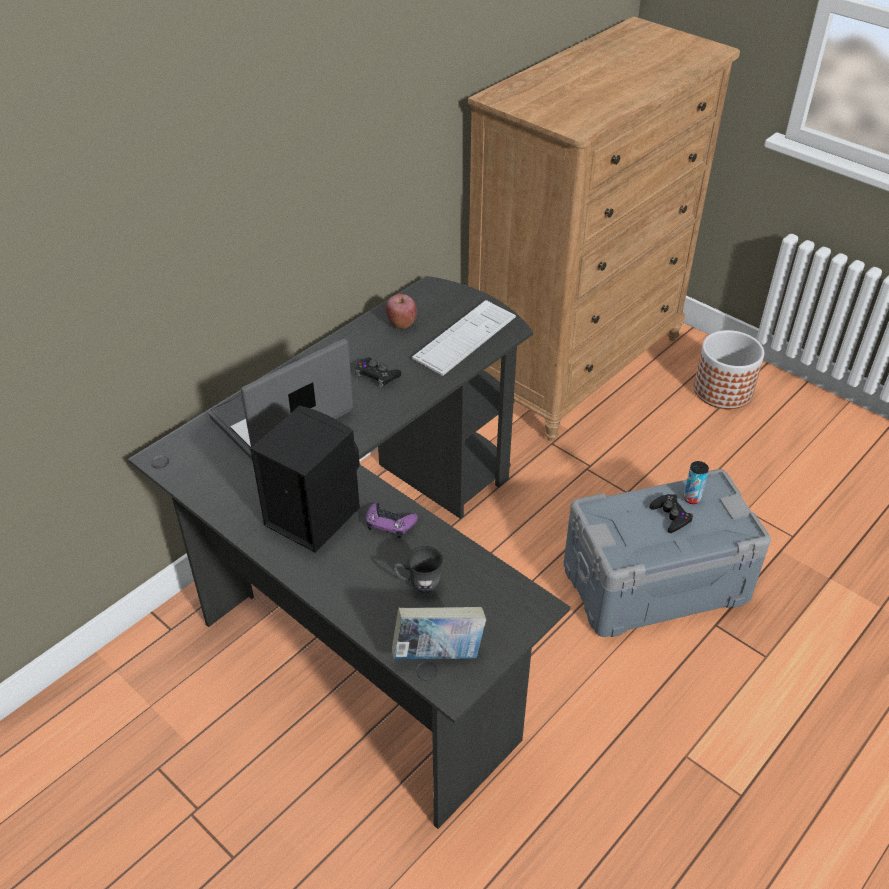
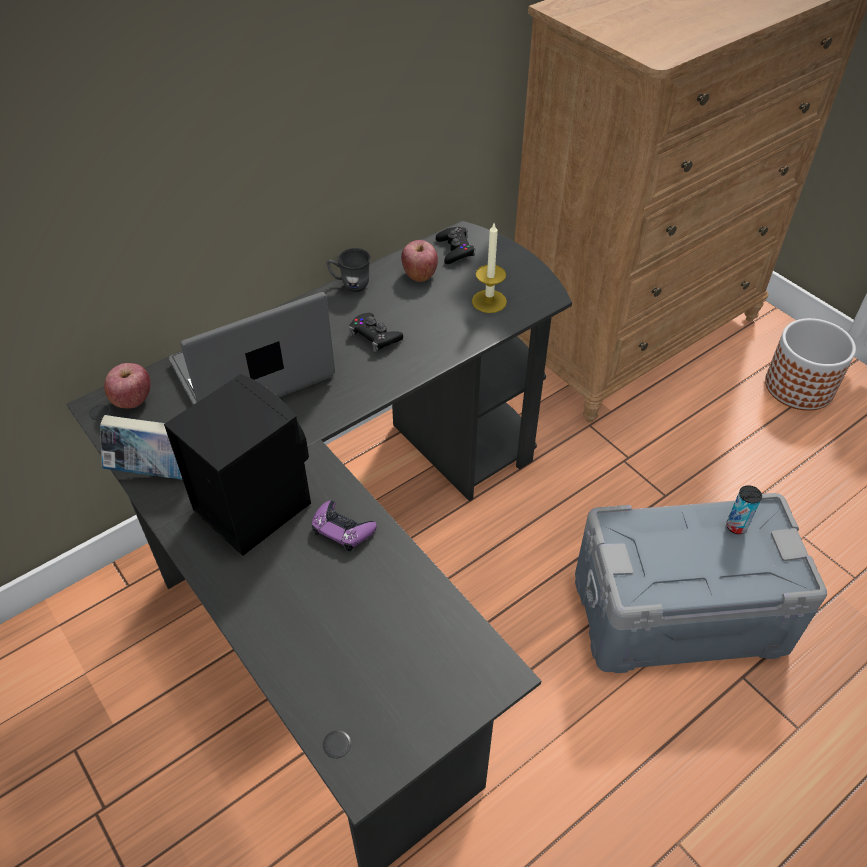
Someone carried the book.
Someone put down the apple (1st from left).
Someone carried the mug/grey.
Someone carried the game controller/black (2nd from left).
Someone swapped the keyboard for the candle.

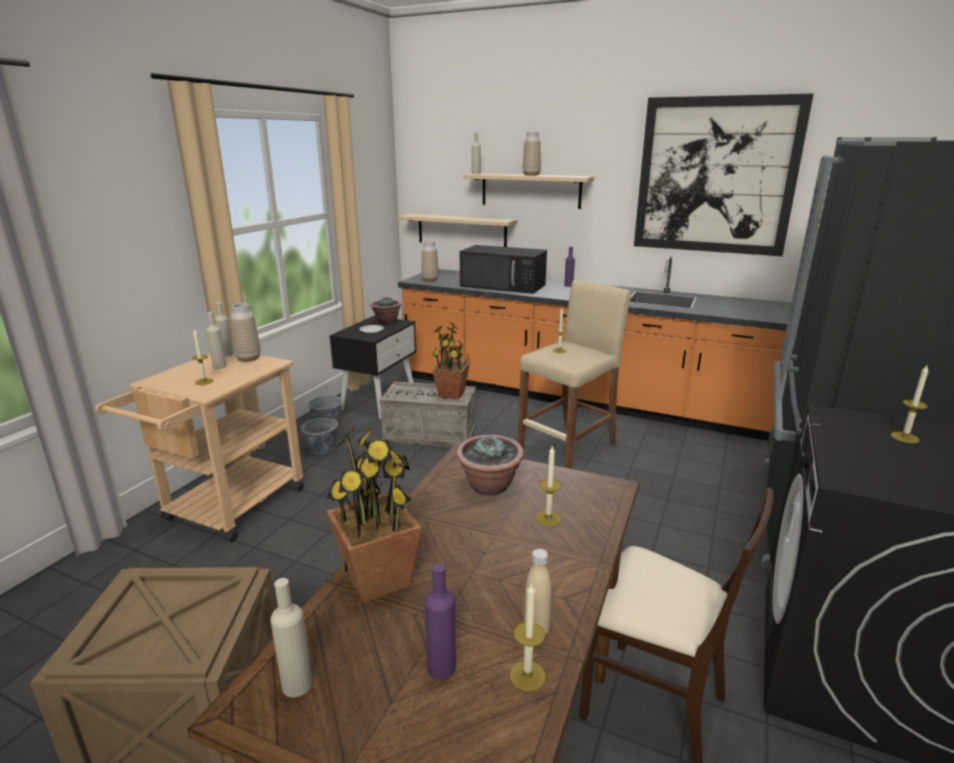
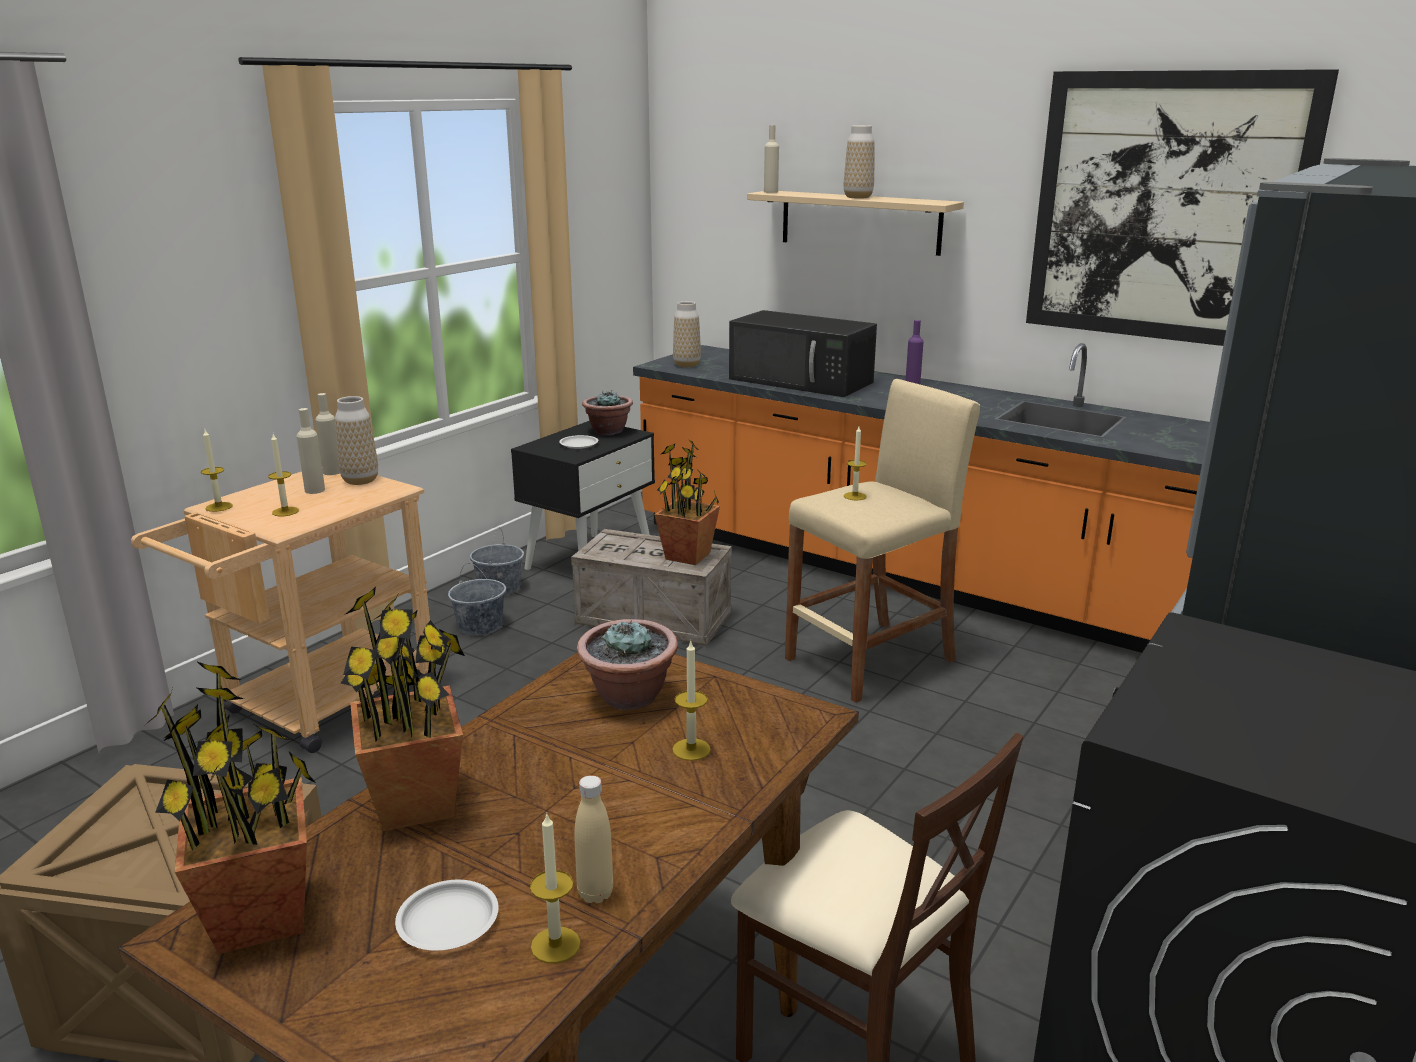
Someone swapped the bottle/beige (3rd from left) for the potted plant (1st from left).
Someone carried the candle (5th from left in the first image).
Someone swapped the bottle/purple (1st from left) for the plate/white (1st from left).
Someone took away the shelf/beige (1st from left).

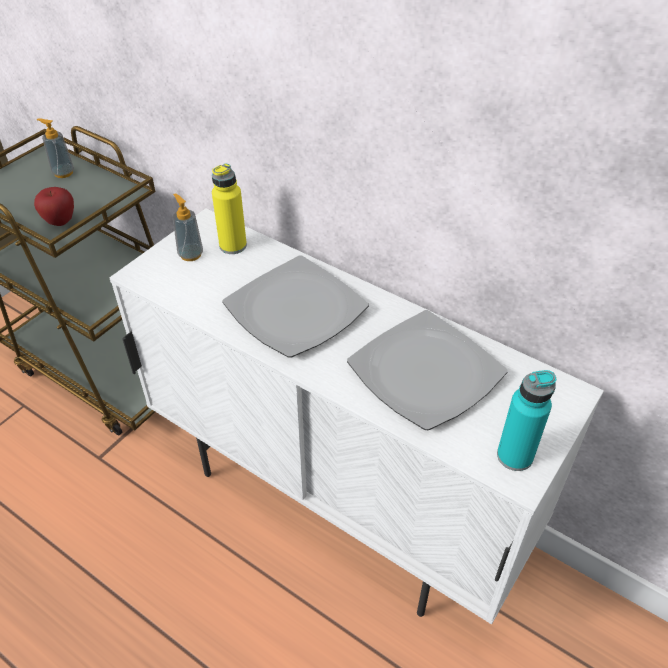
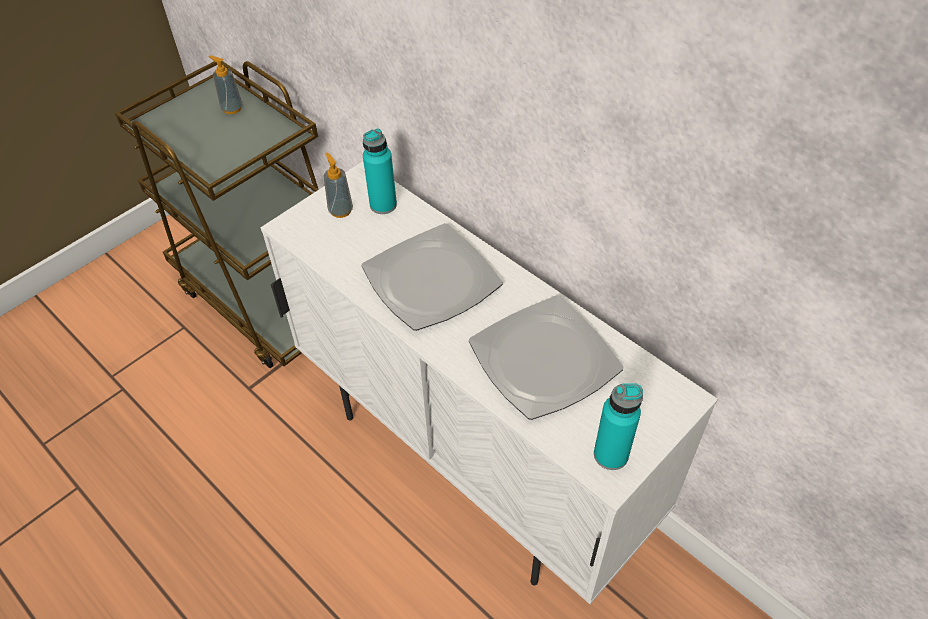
Someone repainted the bottle/yellow, which became the bottle/turquoise (1st from left).
Someone took away the apple.

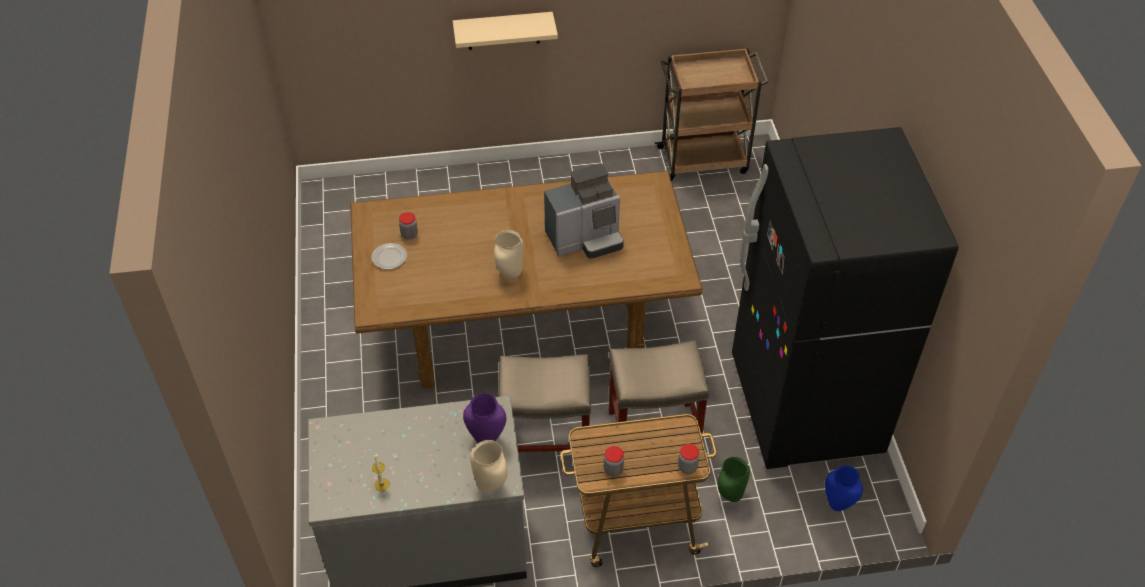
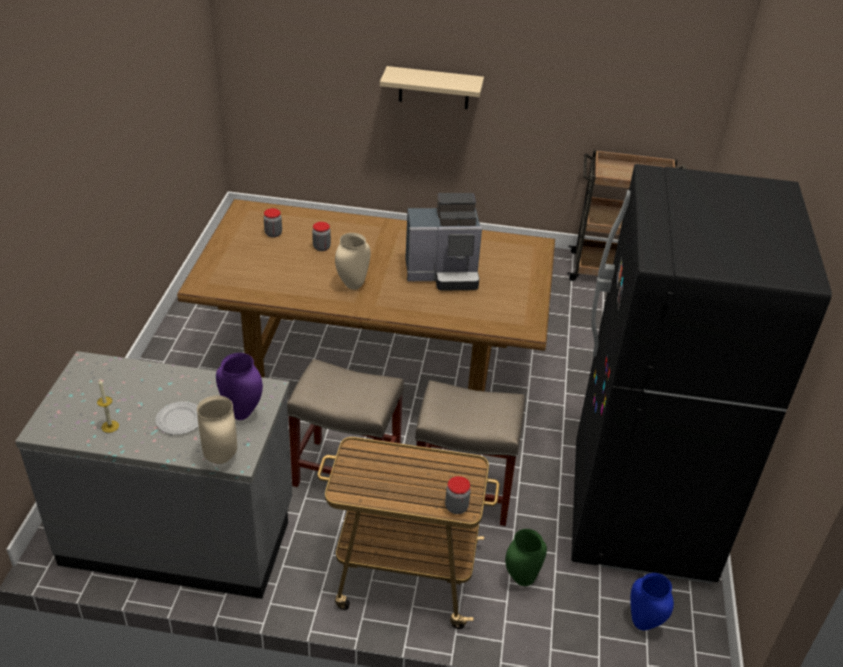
Someone carried the plate.
Someone carried the jar (2nd from left).

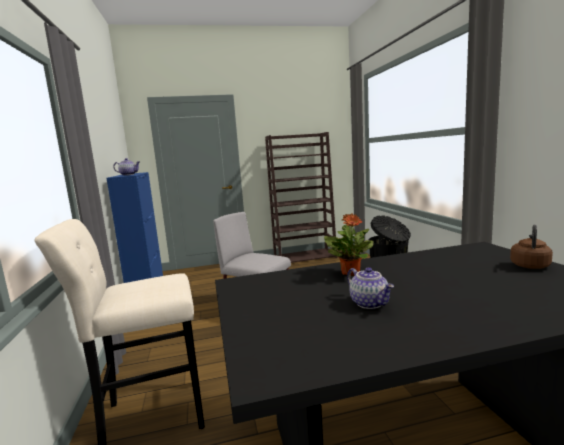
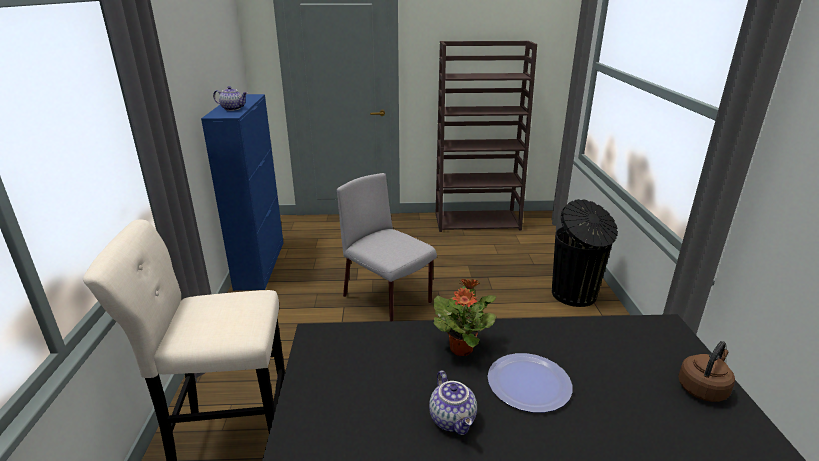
Someone put down the plate.

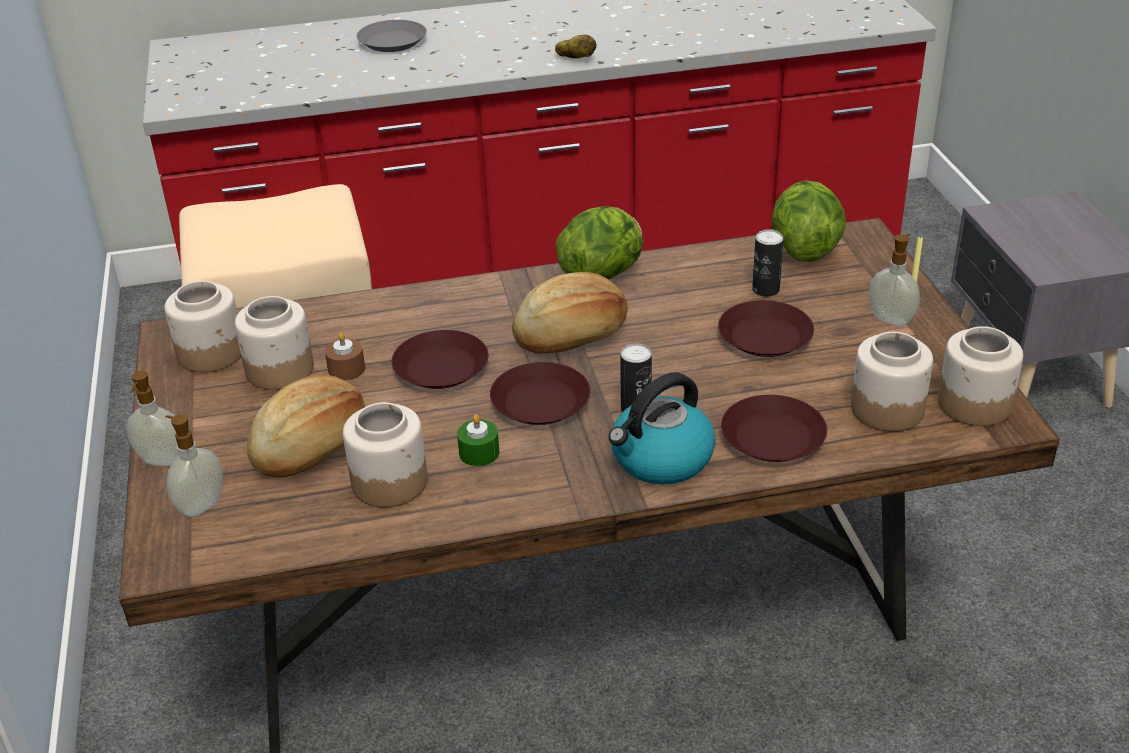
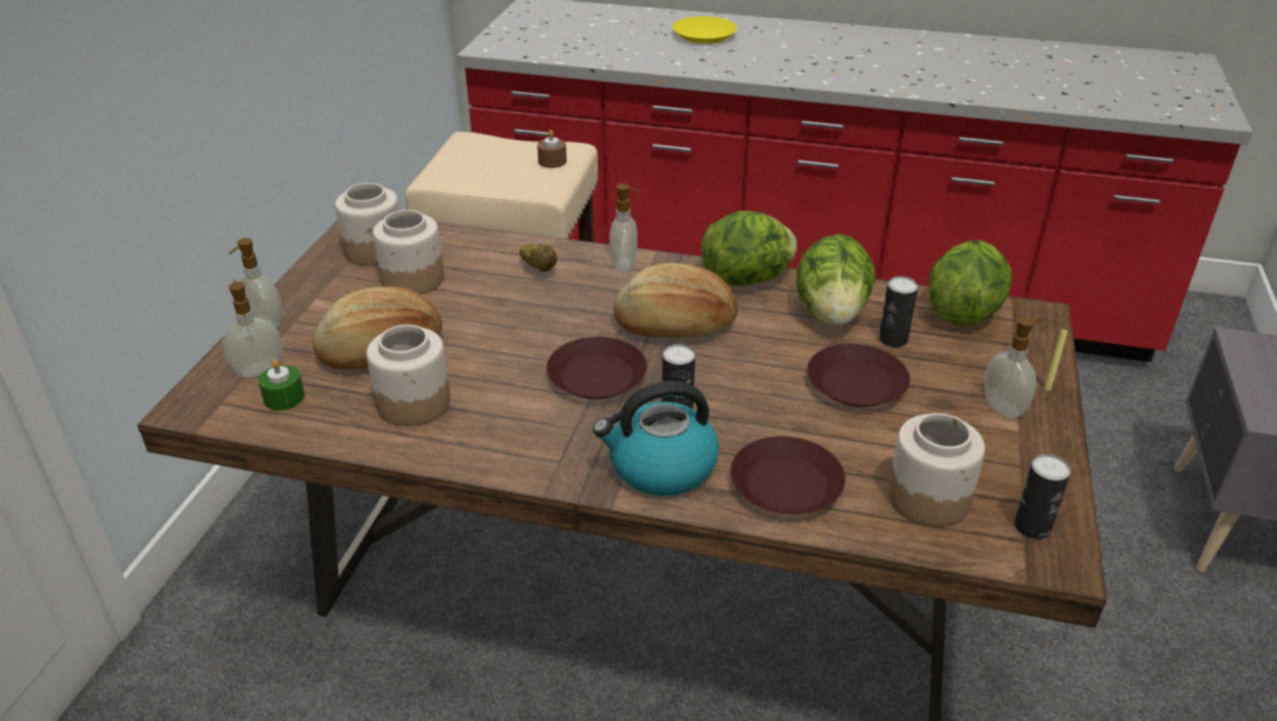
Someone carried the candle/green.
Someone carried the potato.
Someone carried the candle/brown.
Someone put down the soap dispenser (3rd from left).
Someone repainted the plate/grey, which became the plate/yellow.
Someone put down the lettuce (2nd from left).
Someone swapped the jar (5th from left) for the can (3rd from left).
Someone took away the plate/brown (1st from left).

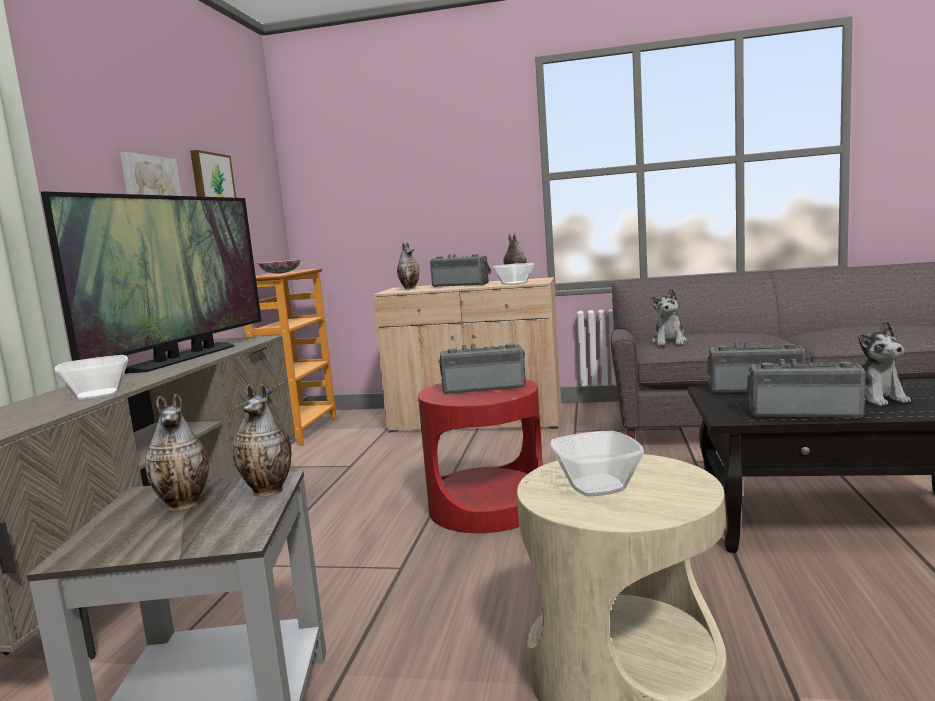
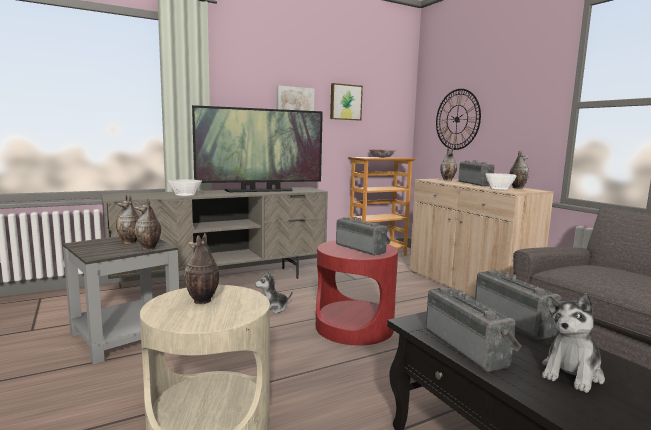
Someone swapped the bowl (4th from left) for the vase (3rd from left).
Someone carried the plush toy (1st from left).
Someone put up the wall clock.

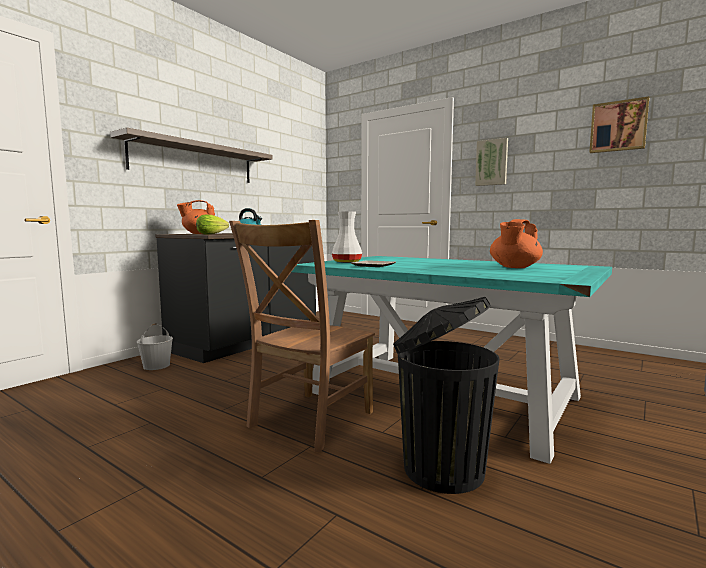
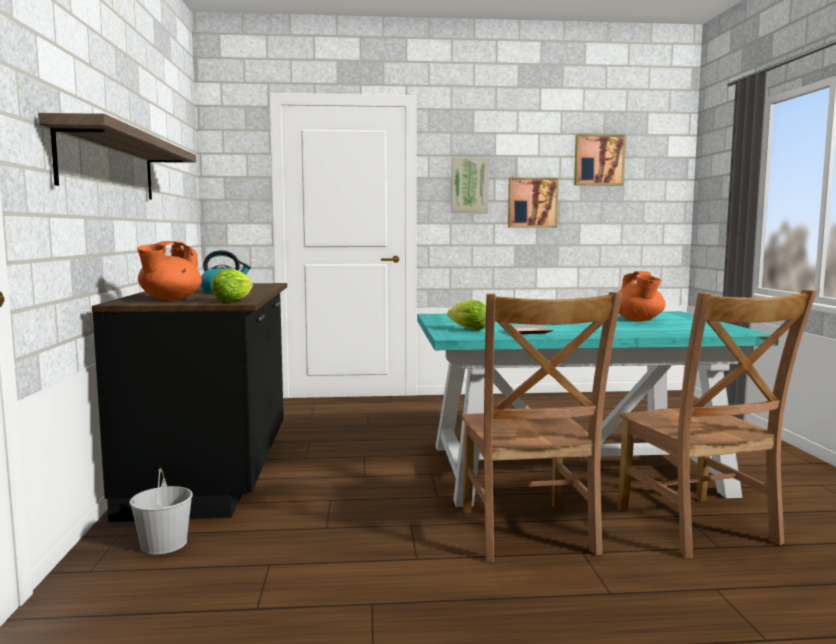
Someone swapped the vase/white for the lettuce (2nd from left).
Someone put up the picture (2nd from left).
Someone swapped the trash can/black for the chair/brown (2nd from left).

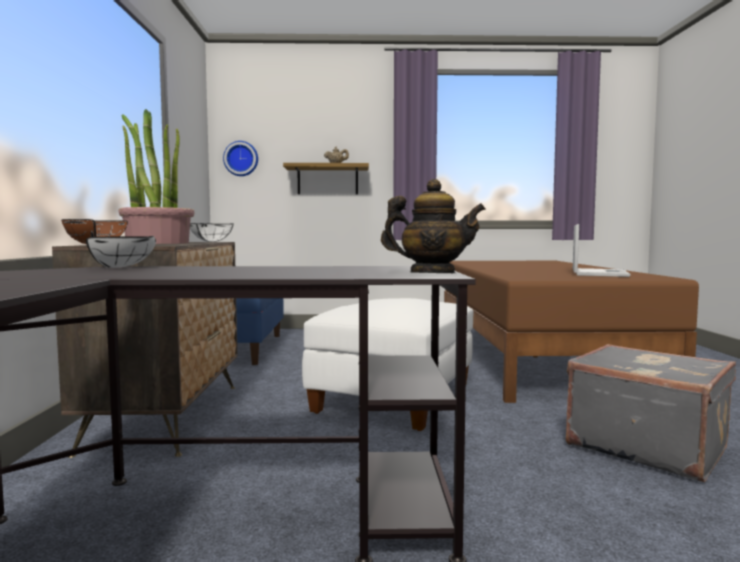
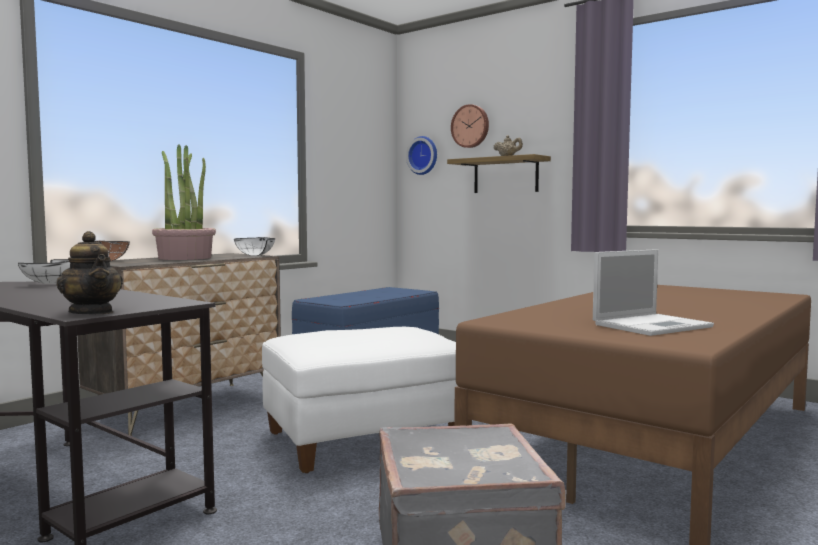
Someone put up the wall clock (2nd from left).

